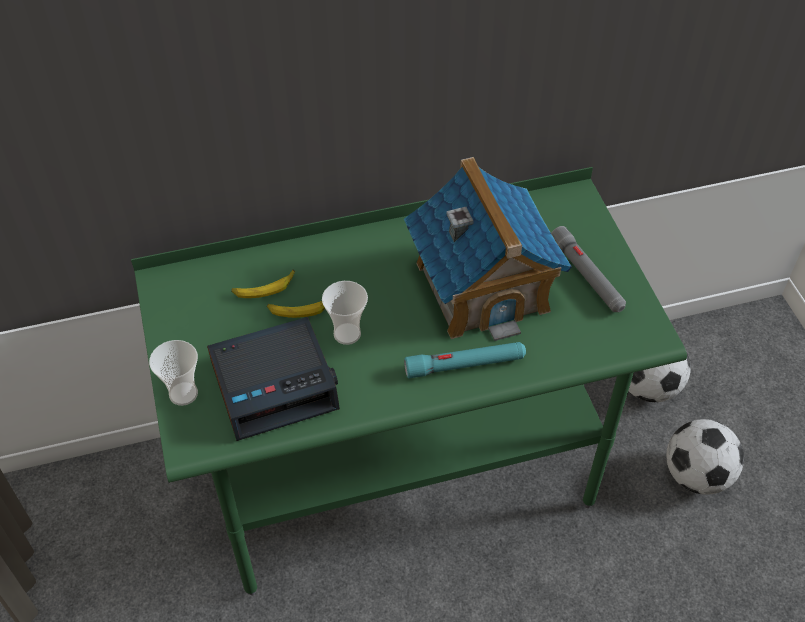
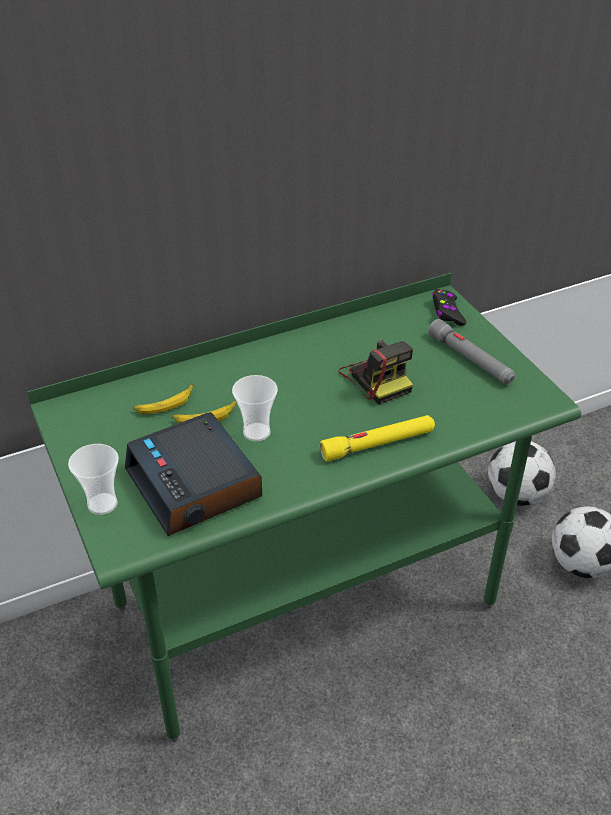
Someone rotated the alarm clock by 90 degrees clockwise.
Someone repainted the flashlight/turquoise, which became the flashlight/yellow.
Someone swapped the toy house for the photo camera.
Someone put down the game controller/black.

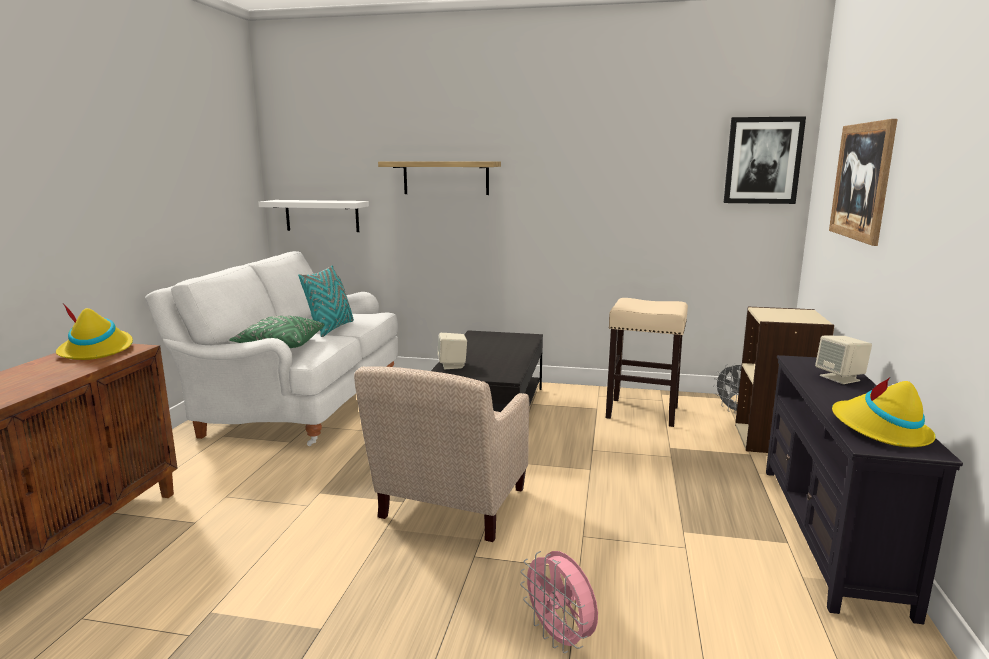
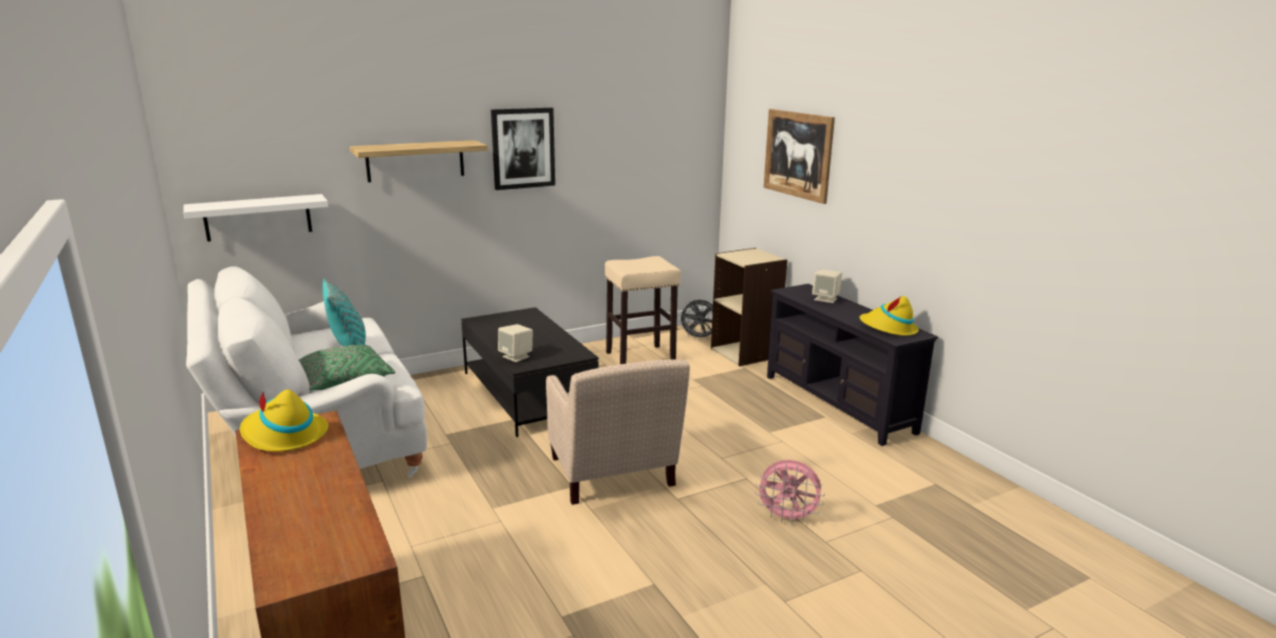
Someone carried the picture (1st from left).

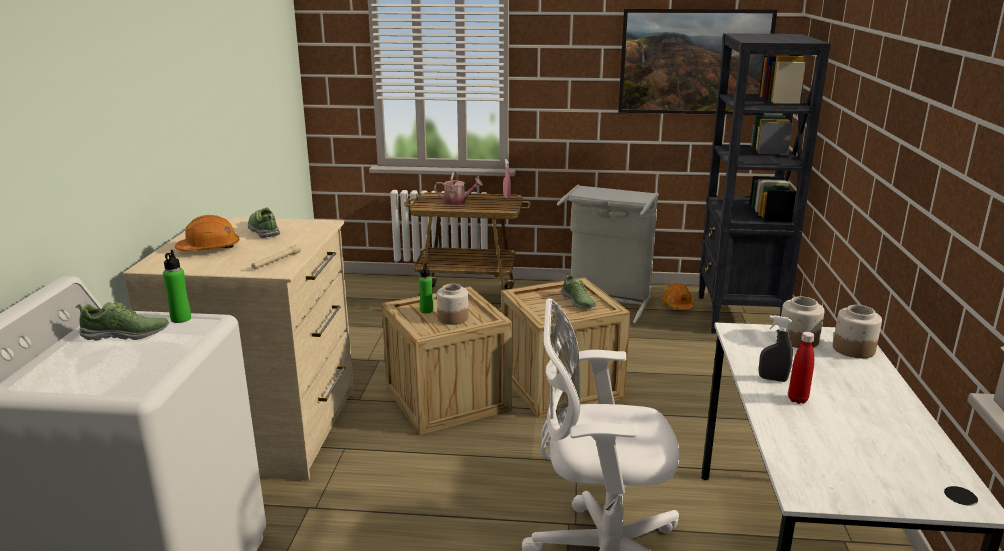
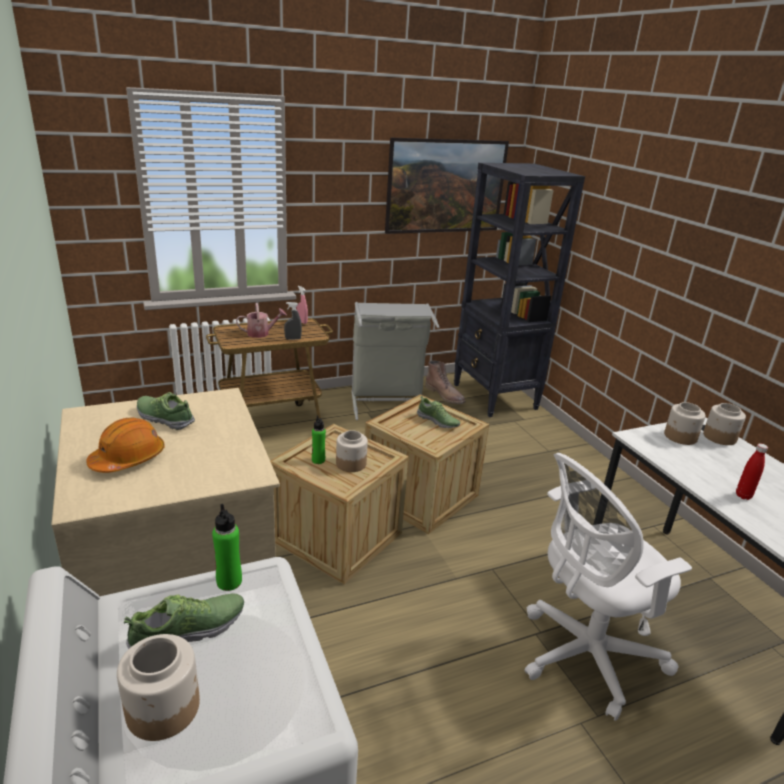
Someone put down the jar (1st from left).
Someone carried the spray bottle/grey.
Someone swapped the hard hat/orange (2nd from left) for the boot/brown.
Someone took away the flashlight/beige.

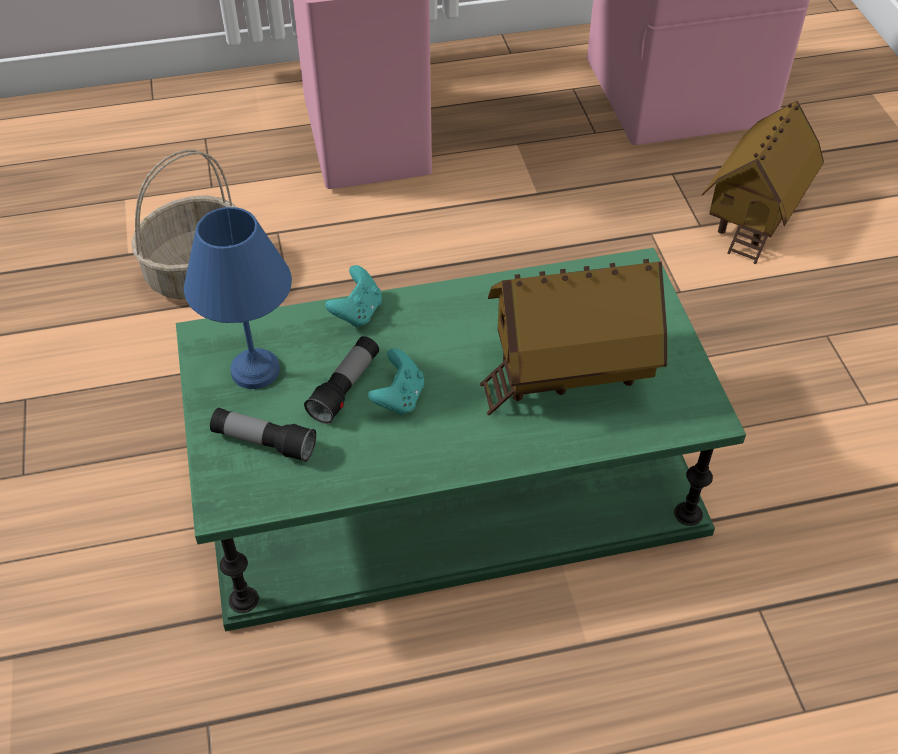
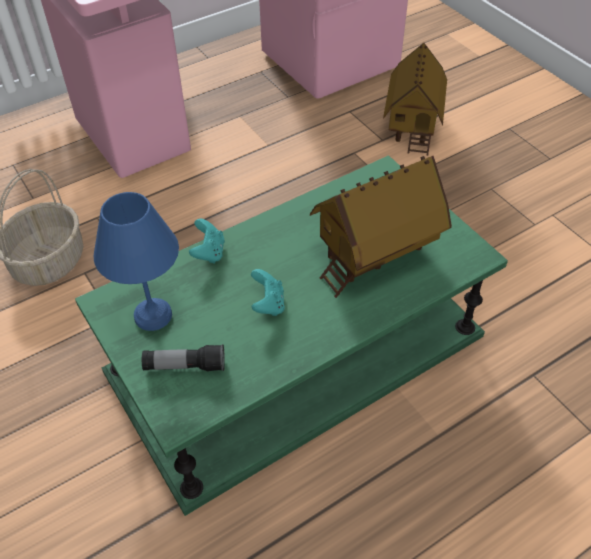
Someone took away the flashlight (2nd from left).

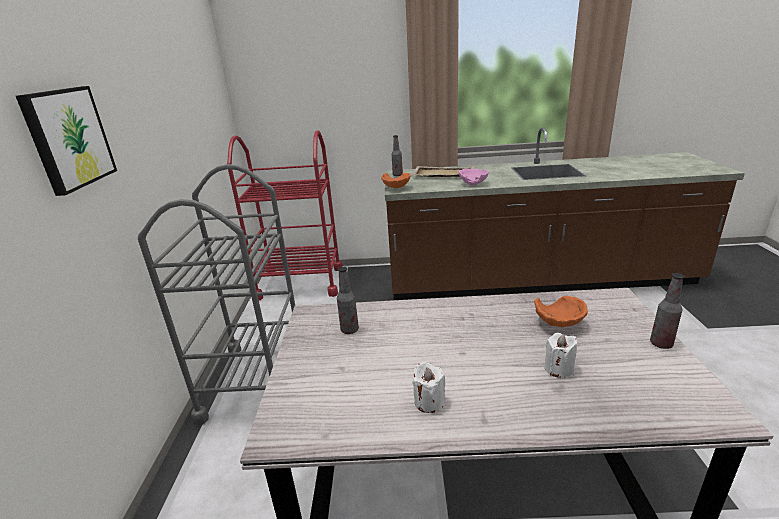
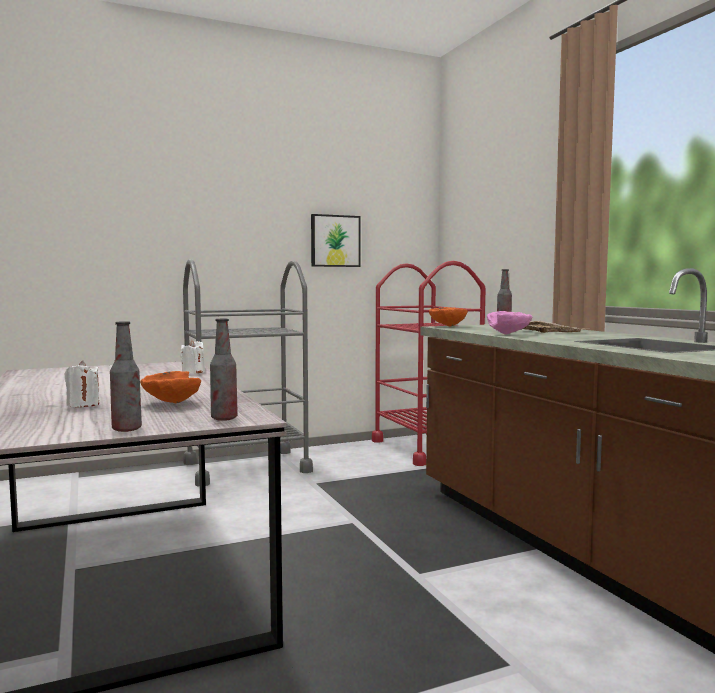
Someone carried the candle/white (1st from left in the first image).
Someone carried the bottle (1st from left in the first image).
Someone carried the picture.

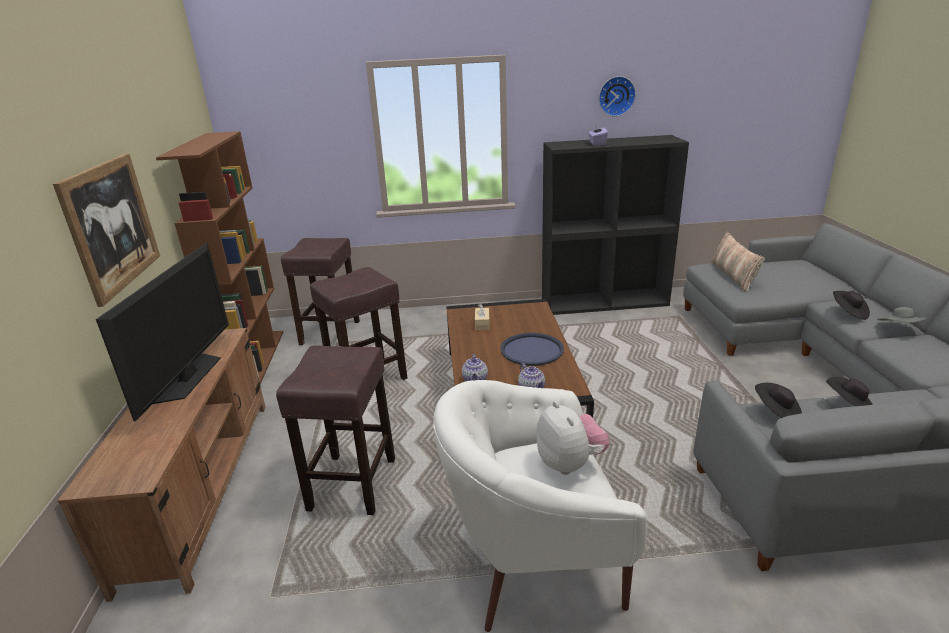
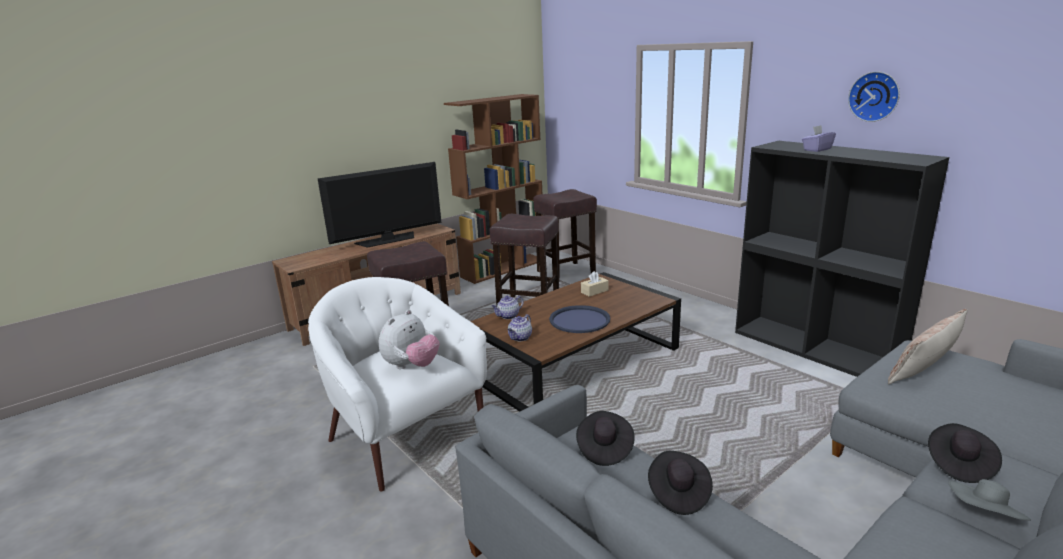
Someone took away the picture.

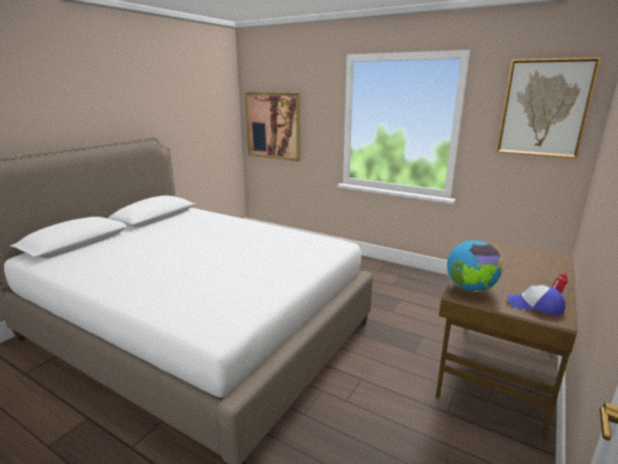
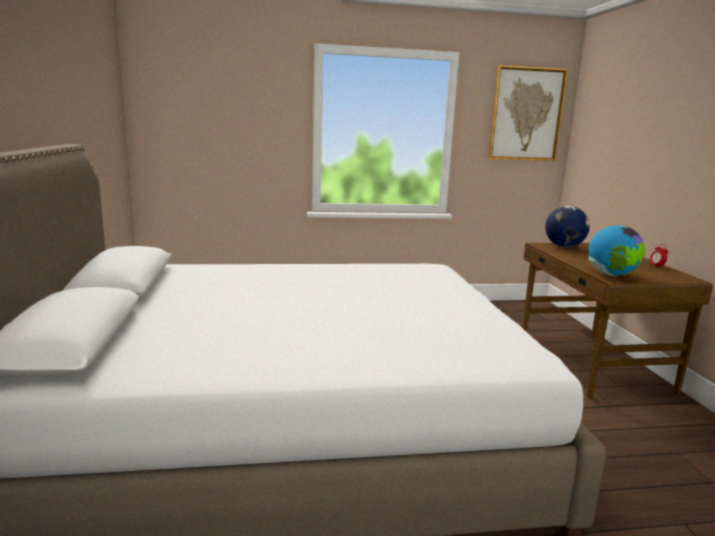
Someone put down the globe (1st from left).
Someone took away the picture (1st from left).
Someone took away the cap.

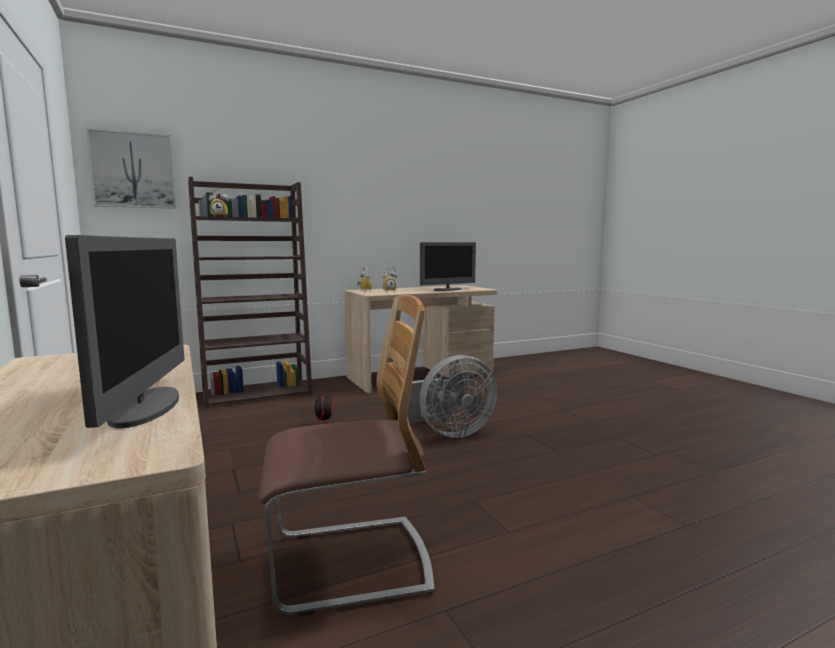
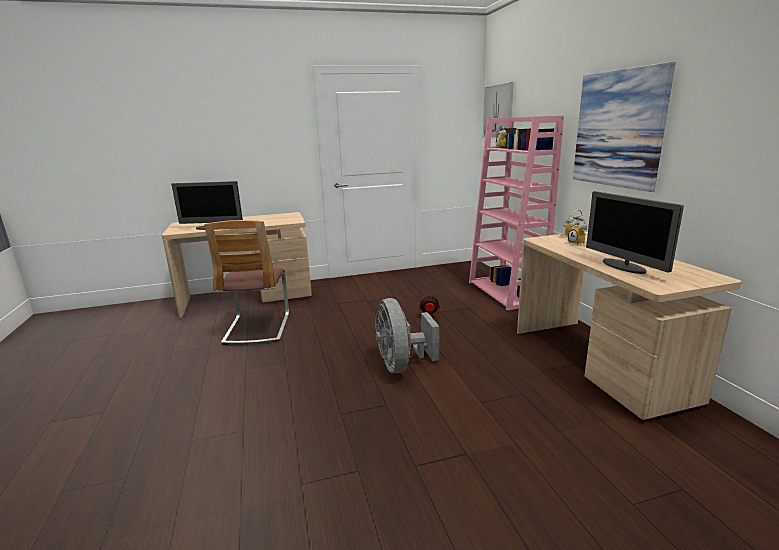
Someone repainted the bookcase/brown, which became the bookcase/pink.
Someone put up the picture (2nd from left).

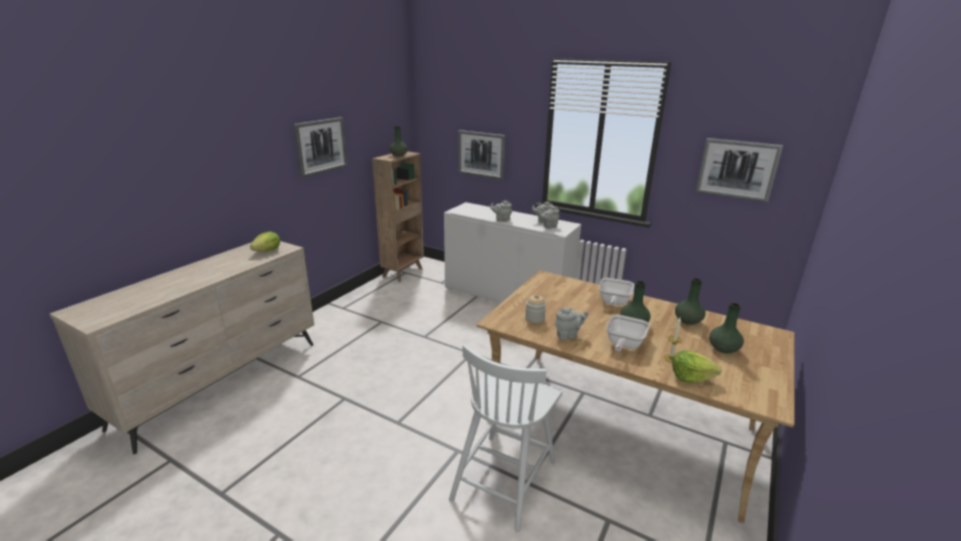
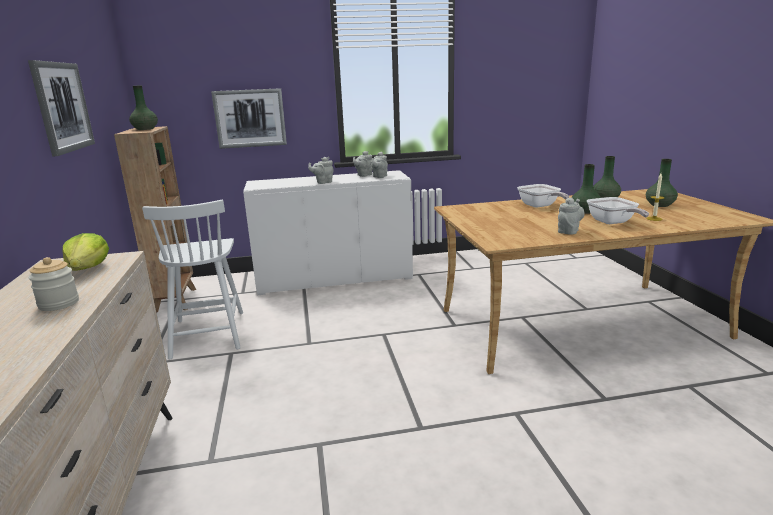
Someone carried the jar.
Someone carried the chair/white.
Someone took away the lettuce (2nd from left).
Someone took away the picture (3rd from left).

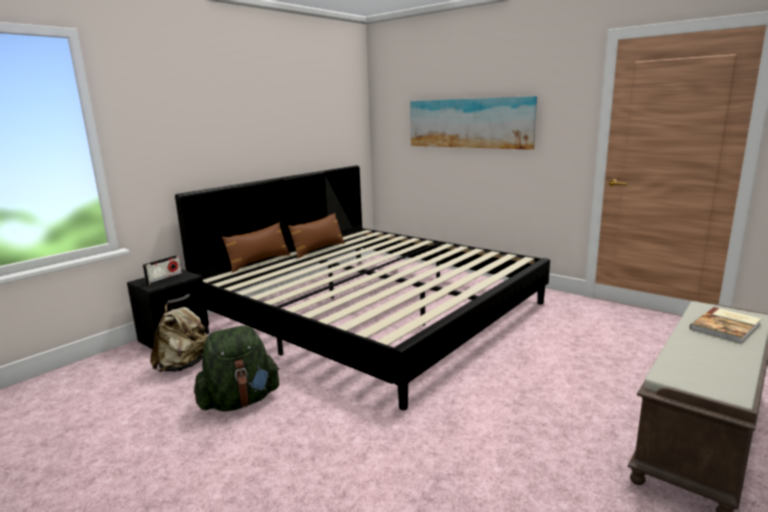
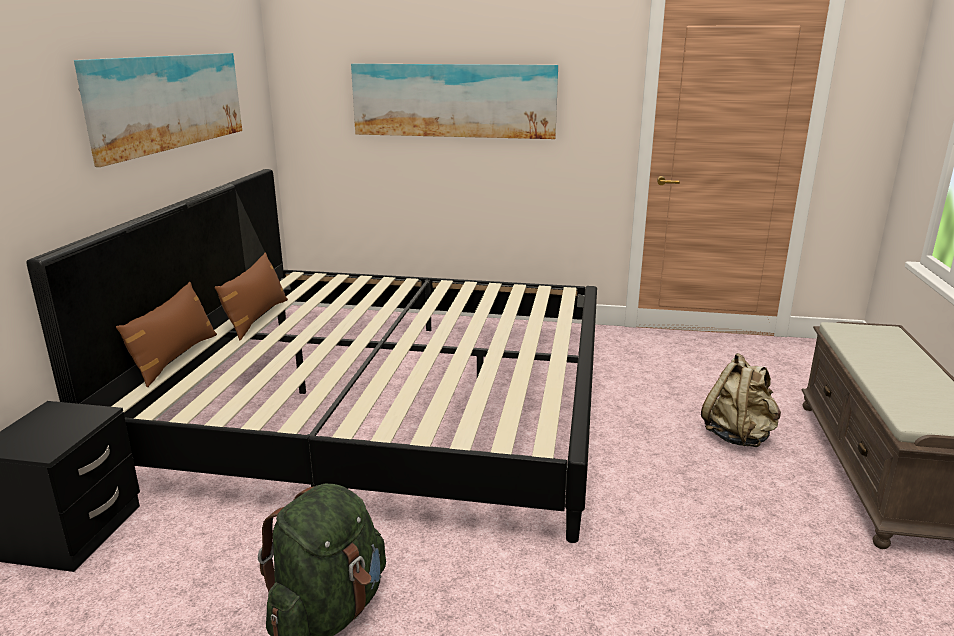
Someone put up the picture (1st from left).
Someone carried the backpack/beige.
Someone took away the radio.
Someone took away the book.

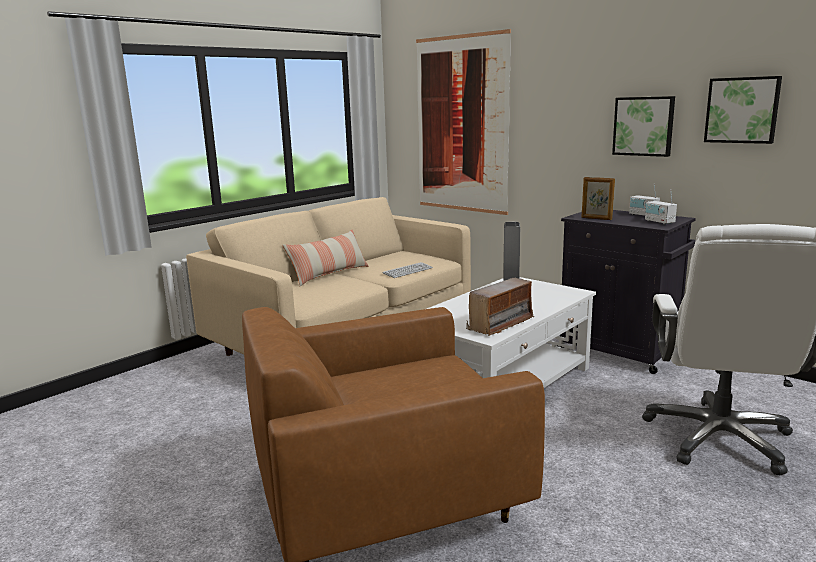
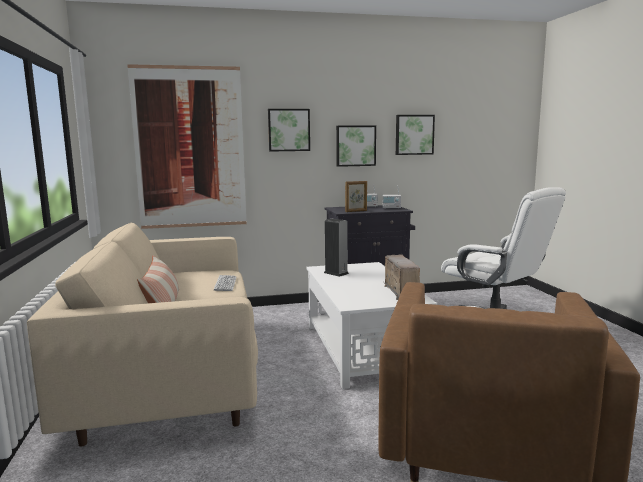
Someone put up the picture (2nd from left).

